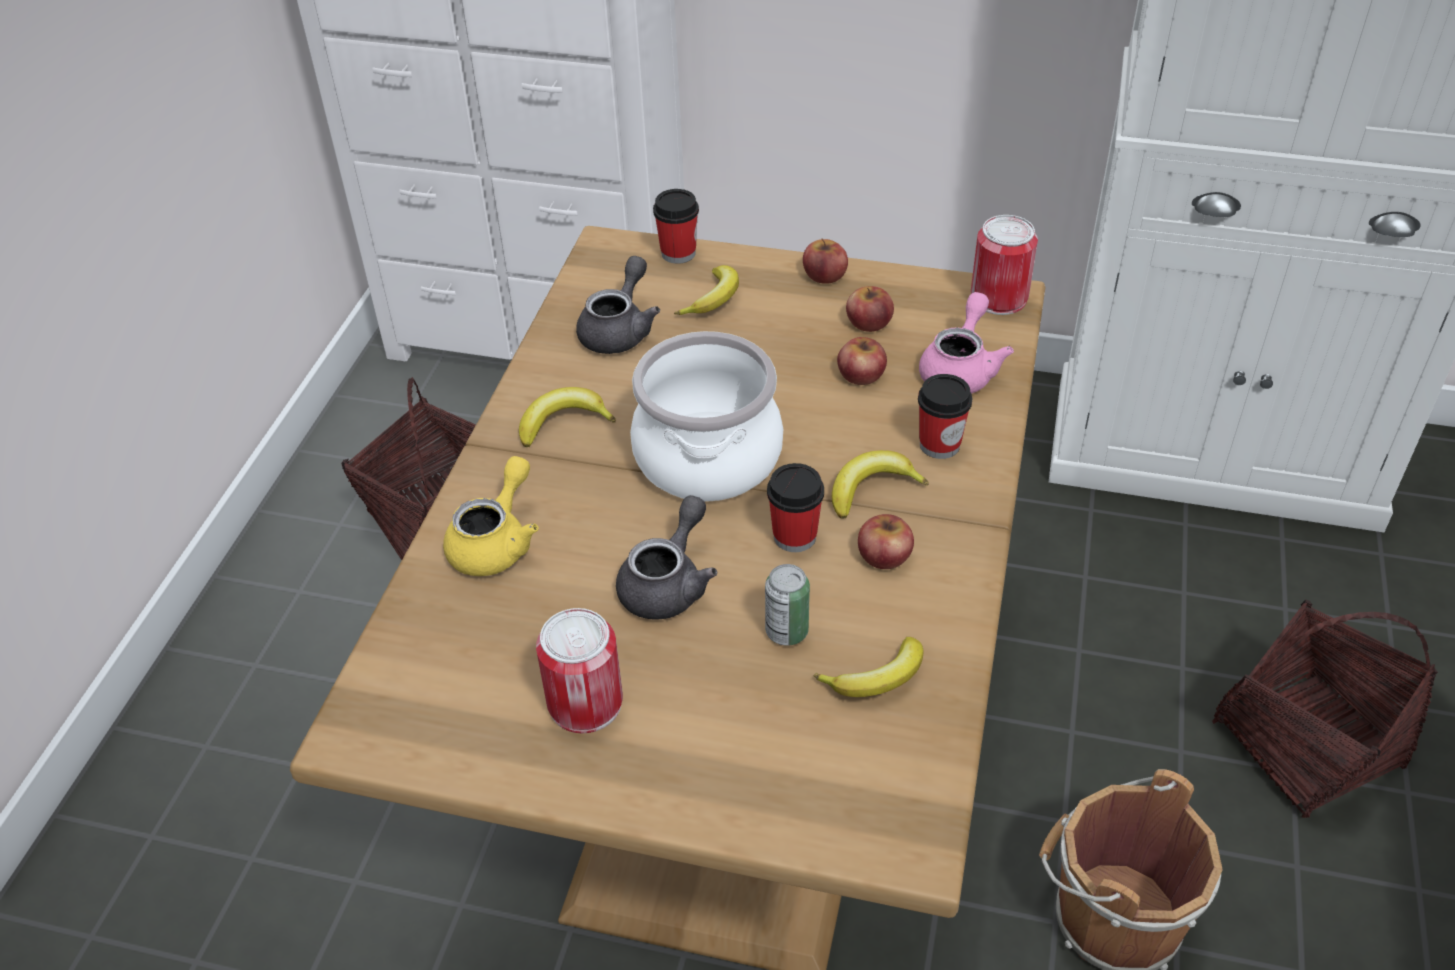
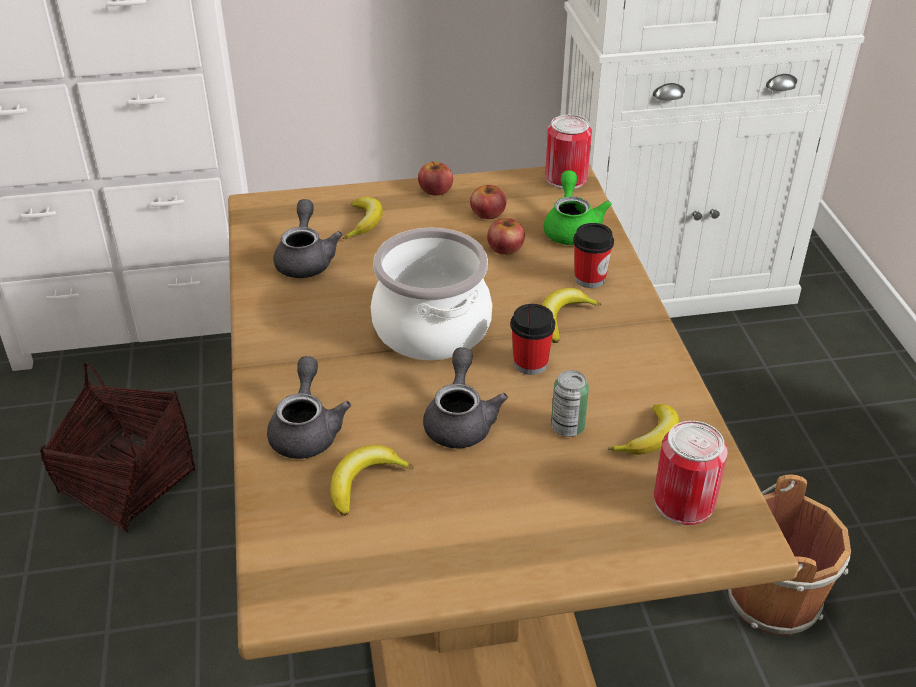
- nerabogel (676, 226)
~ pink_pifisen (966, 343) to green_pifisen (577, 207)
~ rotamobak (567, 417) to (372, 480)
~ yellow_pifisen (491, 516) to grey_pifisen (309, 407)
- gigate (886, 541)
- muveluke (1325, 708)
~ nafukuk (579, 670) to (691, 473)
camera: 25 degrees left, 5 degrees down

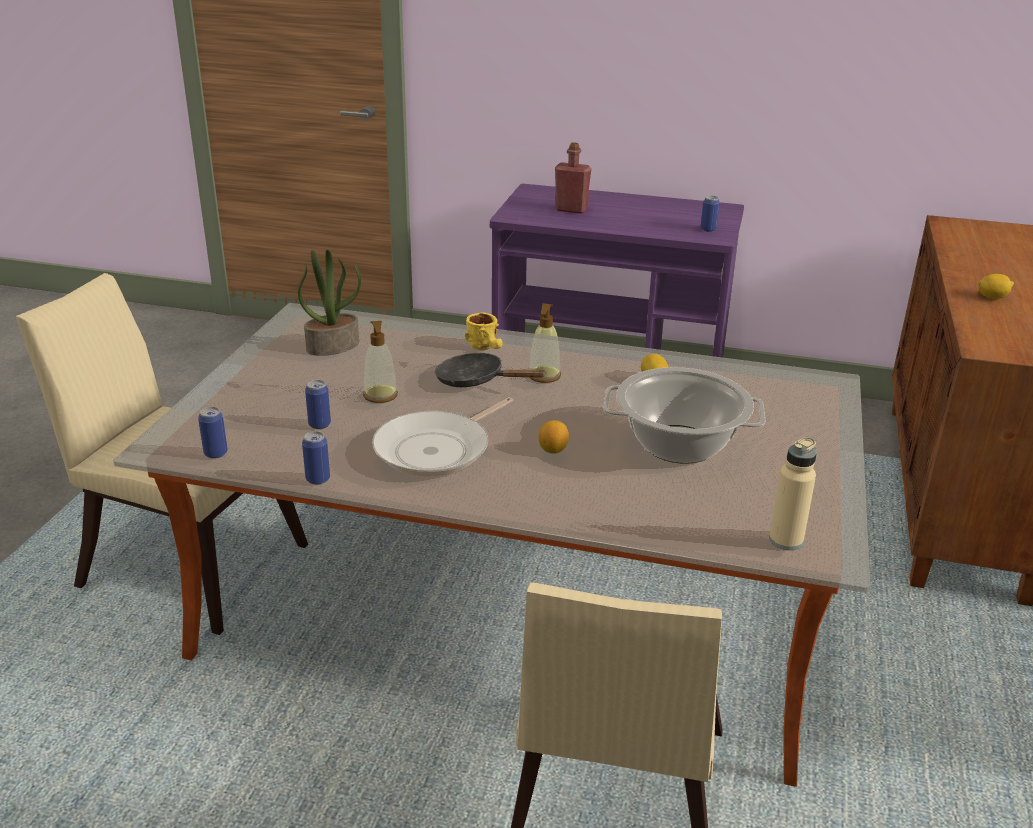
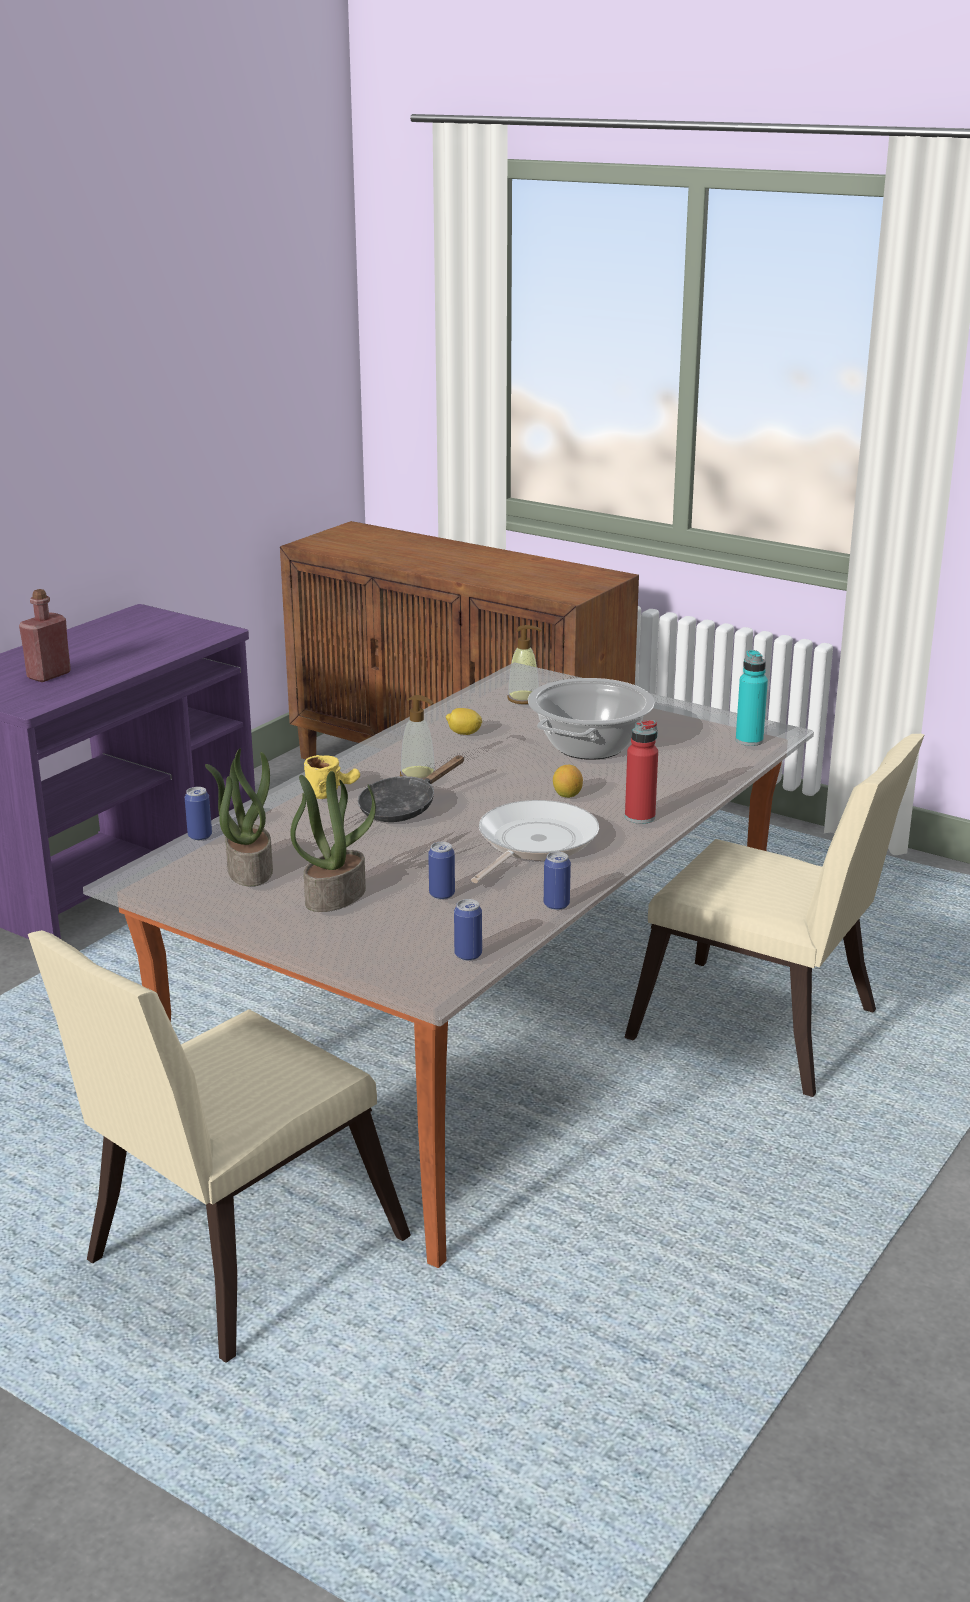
~ nafukuk (710, 213) to (198, 814)
- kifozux (996, 286)
~ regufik (380, 362) to (524, 664)
~ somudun (442, 437) = (535, 841) 120 degrees counterclockwise
~ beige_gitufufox (793, 493) to turquoise_gitufufox (752, 698)
+ red_gitufufox (641, 772)
+ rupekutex (333, 841)
camera: 70 degrees left, 5 degrees down

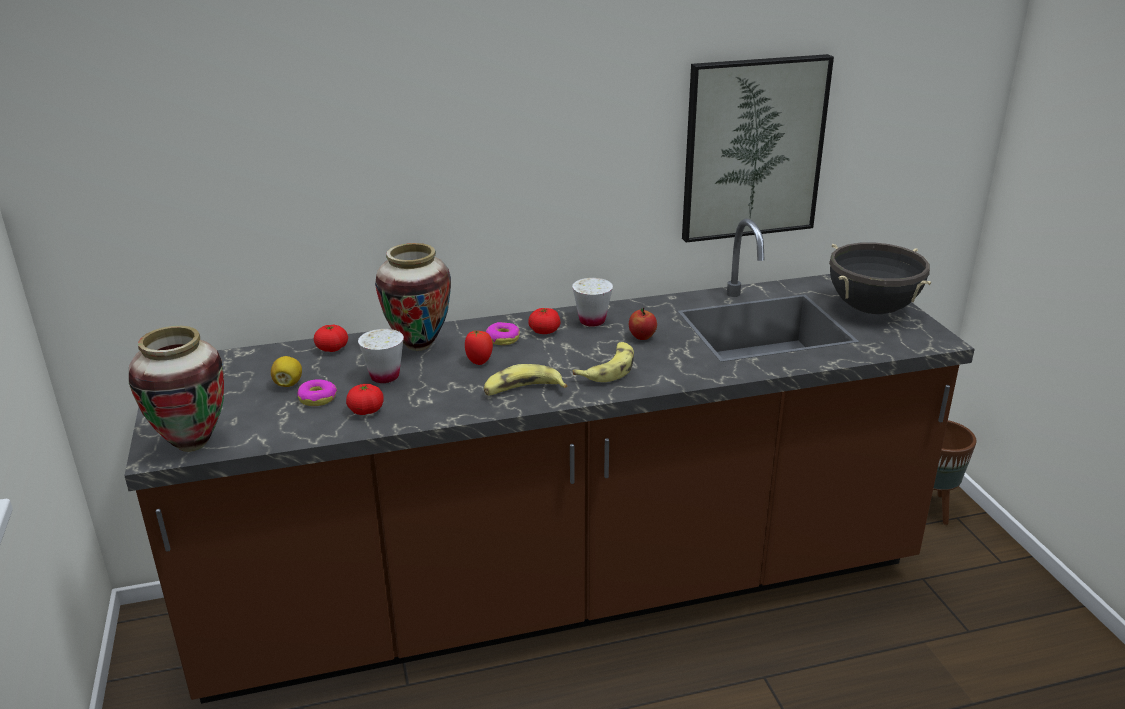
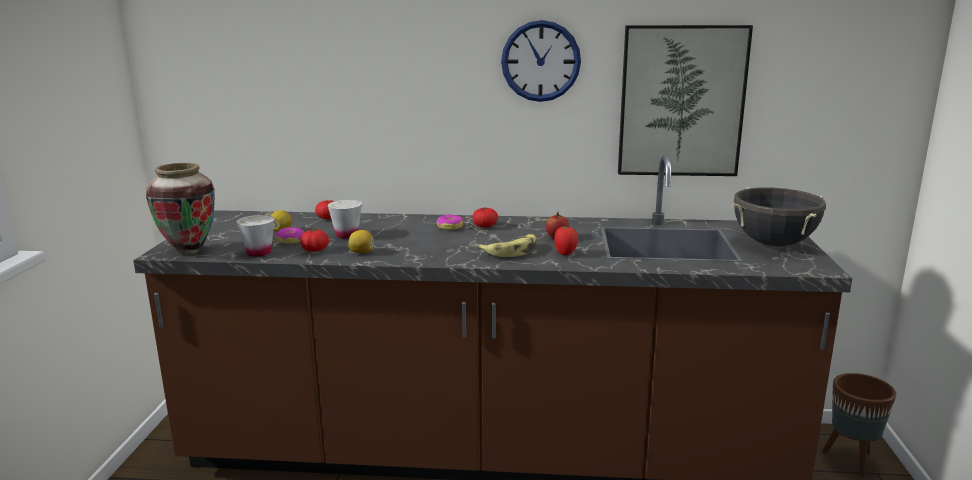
- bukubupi (413, 297)
~ white_nerabogel (592, 302) to (255, 236)
~ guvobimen (479, 347) to (566, 241)
- rotamobak (525, 379)
+ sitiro (541, 61)
+ kifozux (361, 242)
camera: 20 degrees right, 10 degrees down

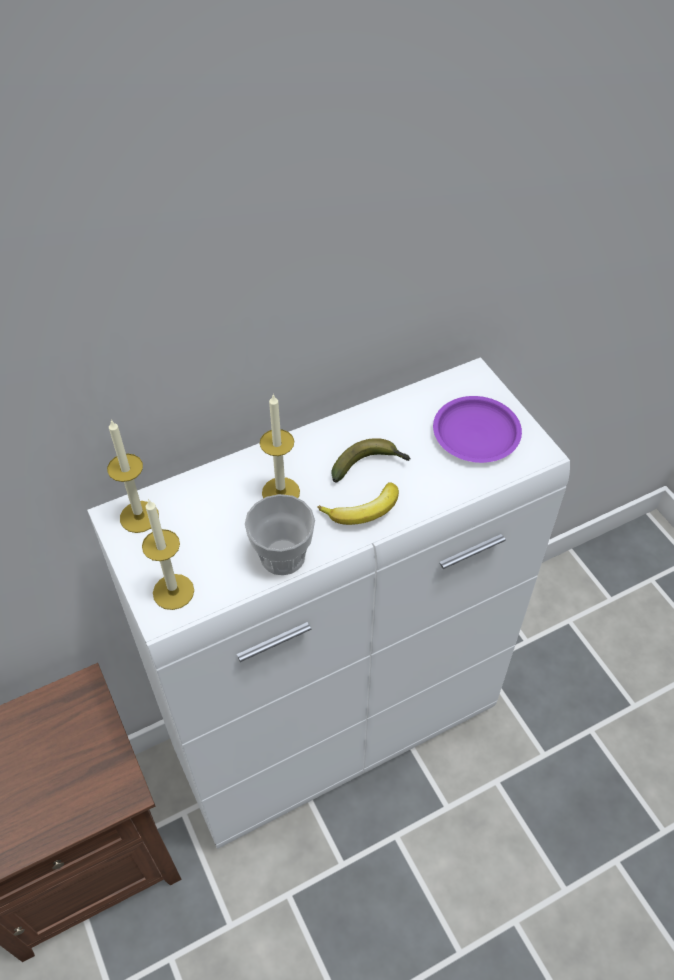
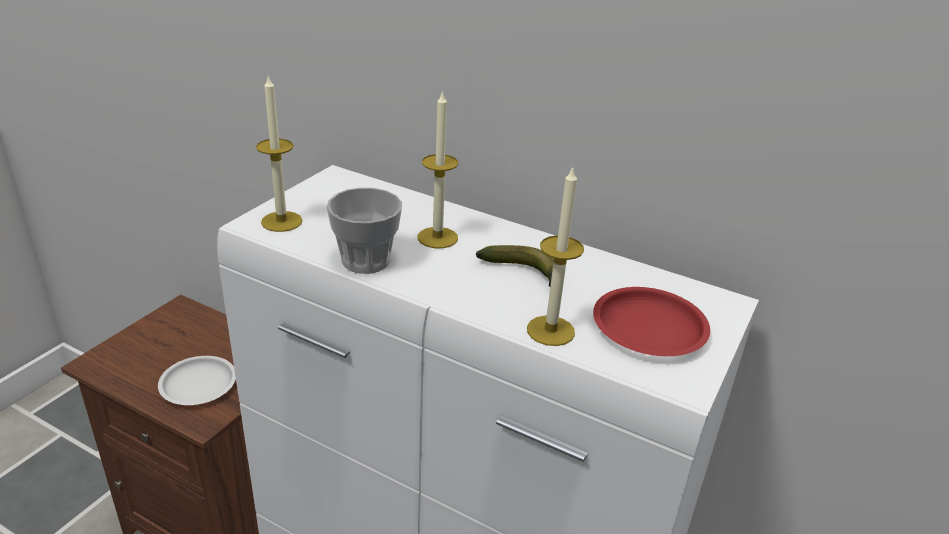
~ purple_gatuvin (477, 429) to red_gatuvin (651, 321)
~ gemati (133, 476) to (555, 256)
- rotamobak (358, 503)
+ white_gatuvin (197, 380)
camera: 55 degrees right, 20 degrees down

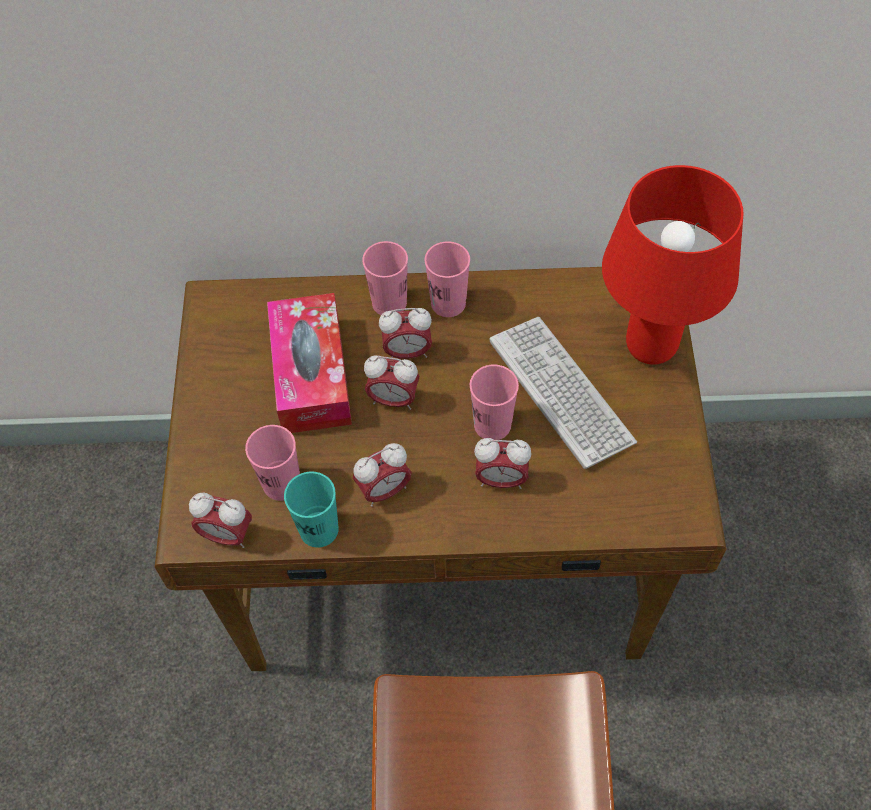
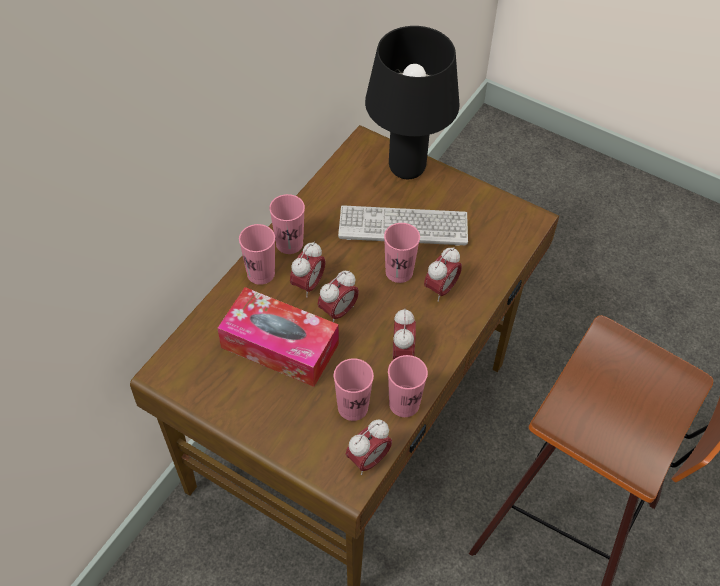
~ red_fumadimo (672, 264) to black_fumadimo (412, 102)
~ turquoise_nerabogel (311, 510) to pink_nerabogel (408, 386)
camera: 60 degrees left, 5 degrees down

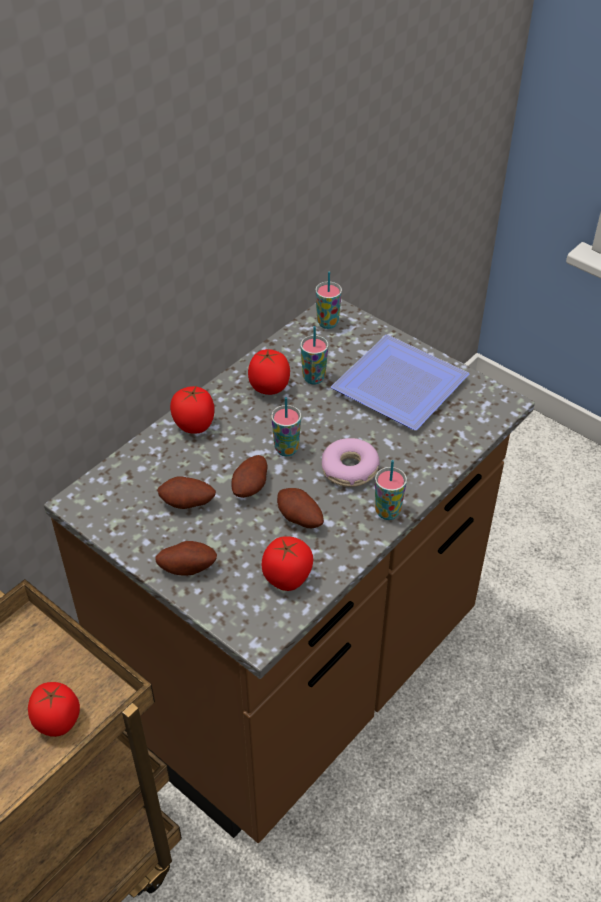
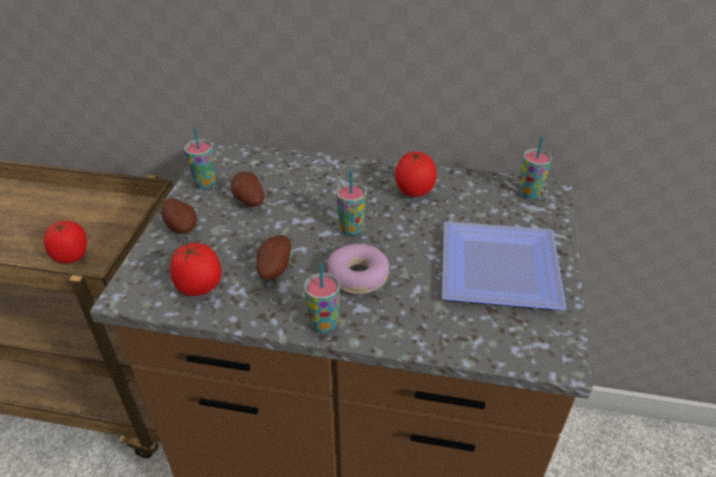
~ nerabogel (314, 355) to (200, 158)
- guvobimen (192, 410)
- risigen (250, 476)
camera: 60 degrees right, 5 degrees down

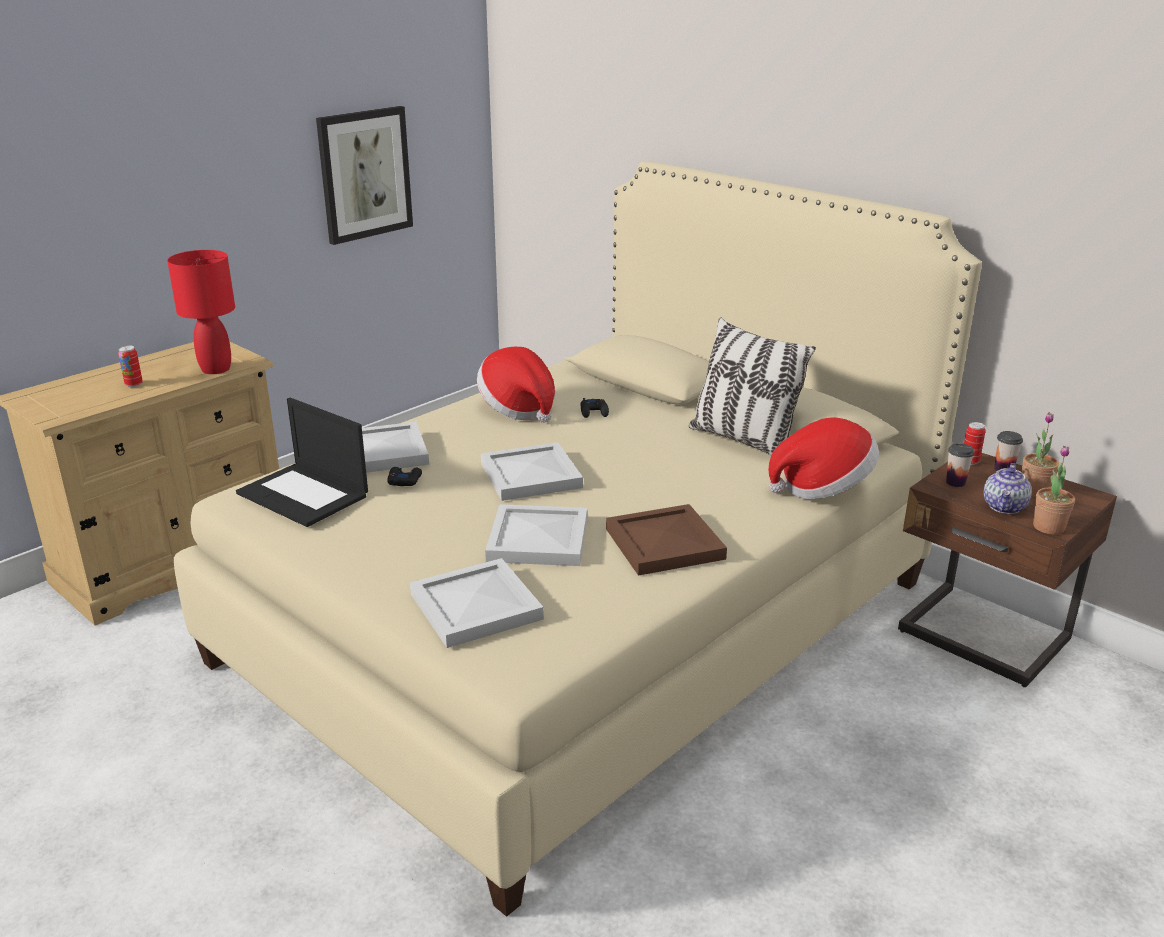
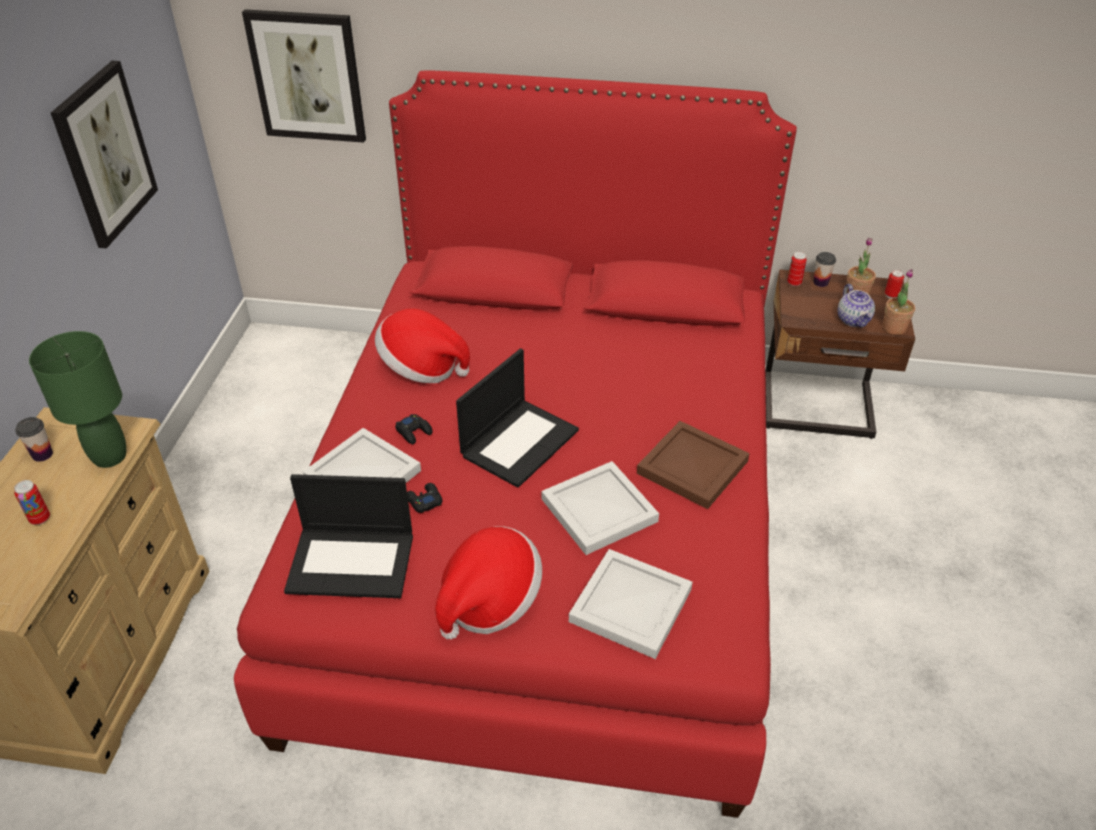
~ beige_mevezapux (578, 539) to red_mevezapux (515, 444)
~ red_fumadimo (201, 312) to green_fumadimo (77, 399)
- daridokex (752, 386)
~ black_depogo (594, 408) to (414, 429)
~ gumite (824, 458) to (488, 583)
~ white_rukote (532, 471) to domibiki (517, 418)
~ nerabogel (960, 465) to (34, 439)
+ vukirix (304, 76)
+ nafukuk (894, 284)
camera: 35 degrees left, 15 degrees up

